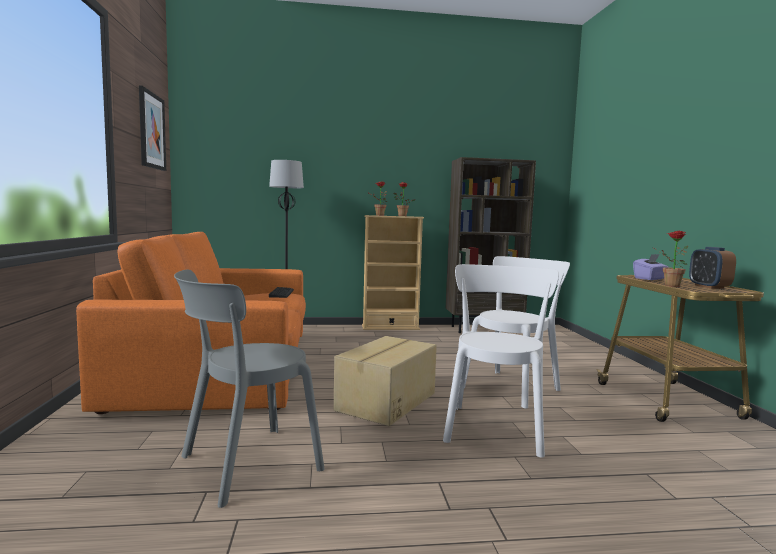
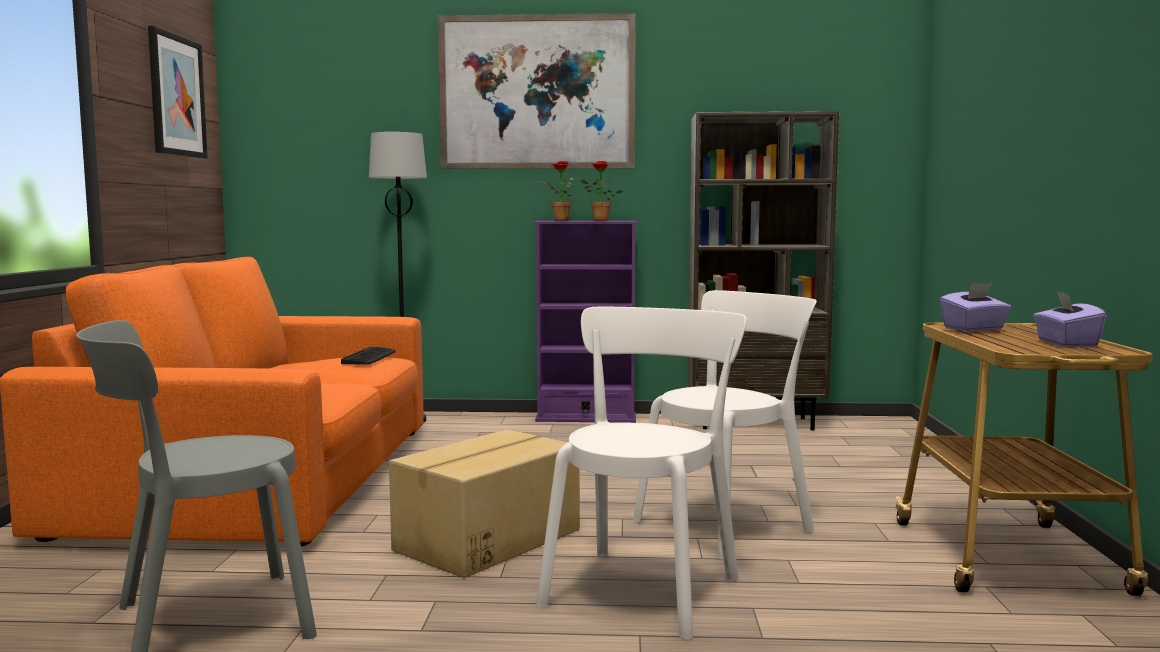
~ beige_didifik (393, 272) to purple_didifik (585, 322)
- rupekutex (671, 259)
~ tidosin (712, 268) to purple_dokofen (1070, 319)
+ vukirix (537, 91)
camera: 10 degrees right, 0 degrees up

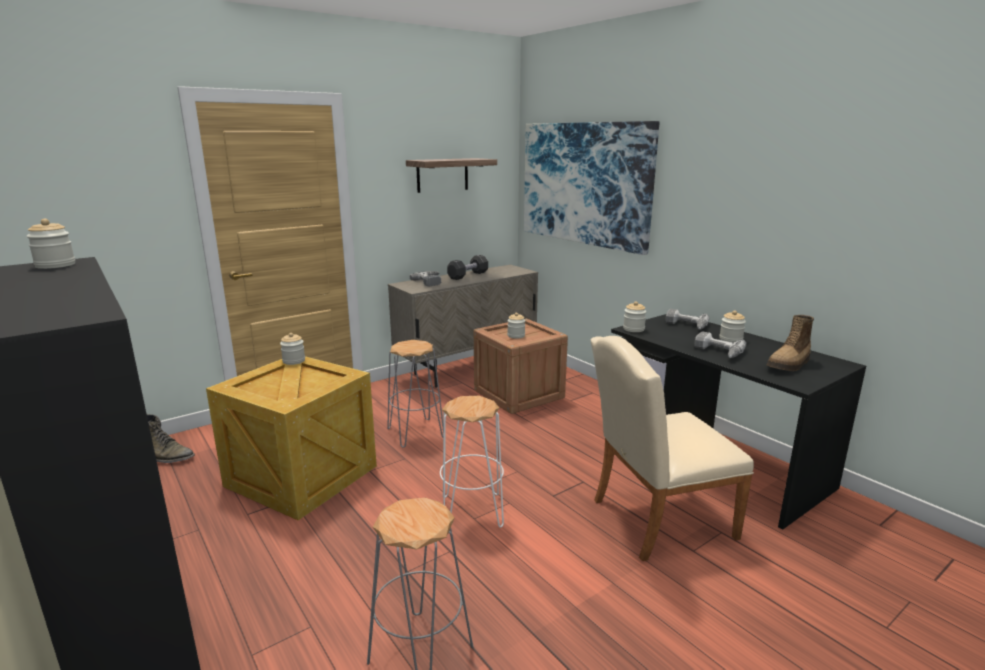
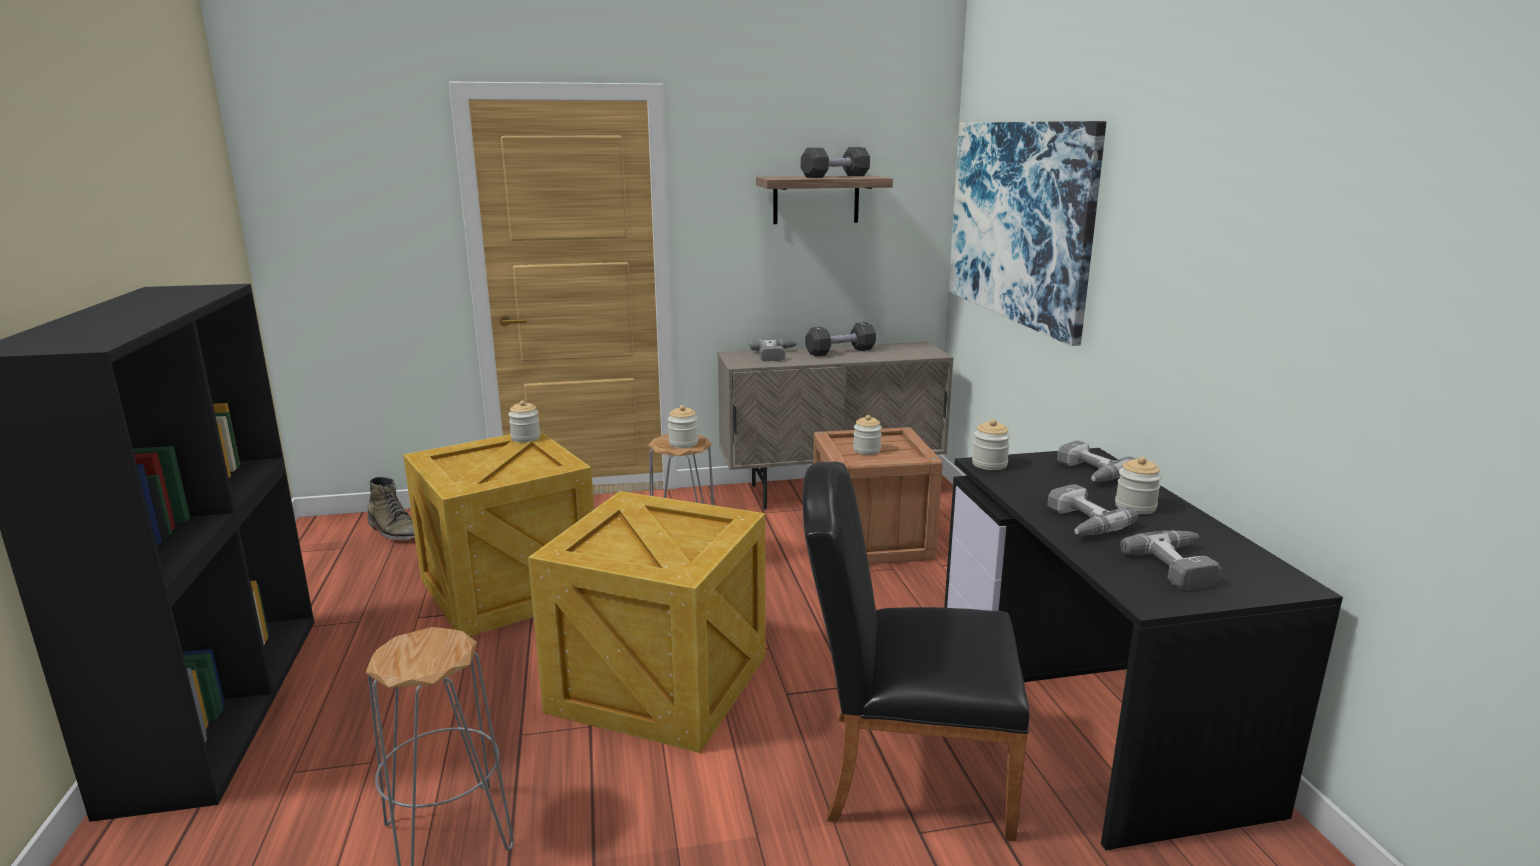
~ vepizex (50, 244) to (683, 426)
~ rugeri (790, 343) to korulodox (1170, 560)
~ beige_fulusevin (672, 448) to black_fulusevin (916, 652)
~ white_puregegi (472, 462) to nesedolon (647, 622)
+ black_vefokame (835, 162)
camera: 25 degrees right, 0 degrees up

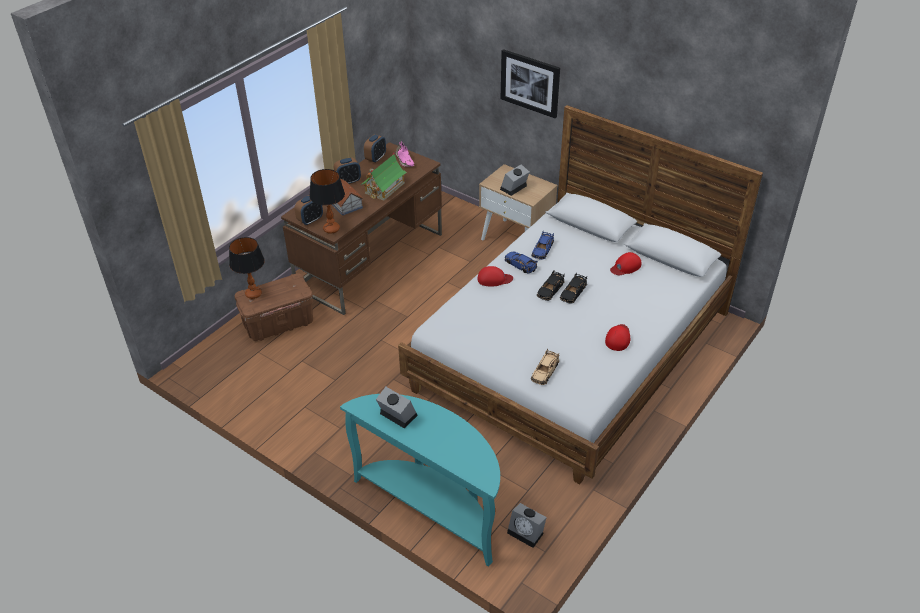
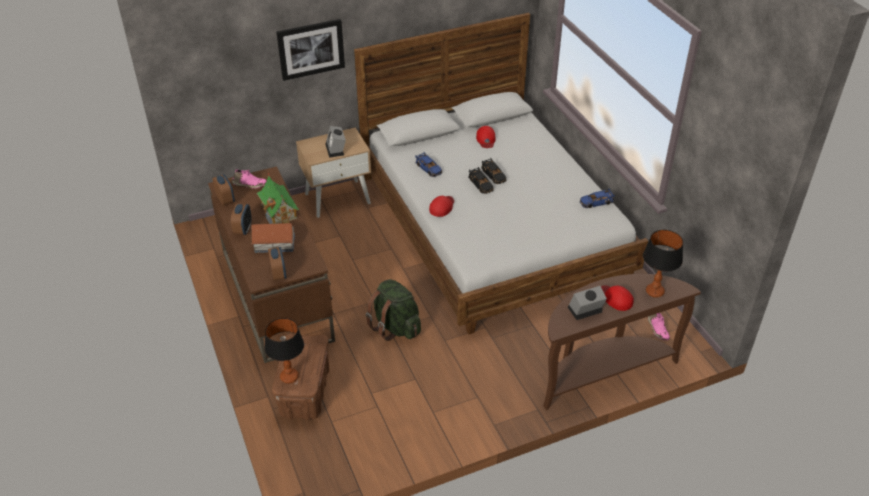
~ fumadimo (327, 201) to (663, 264)
~ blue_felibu (521, 262) to (597, 198)
~ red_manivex (617, 337) to (617, 298)
- beige_felibu (545, 367)
~ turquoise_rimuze (420, 480) to brown_rimuze (622, 342)
~ tidosin (527, 525) to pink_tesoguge (659, 326)
+ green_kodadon (393, 310)
camera: 60 degrees left, 0 degrees up

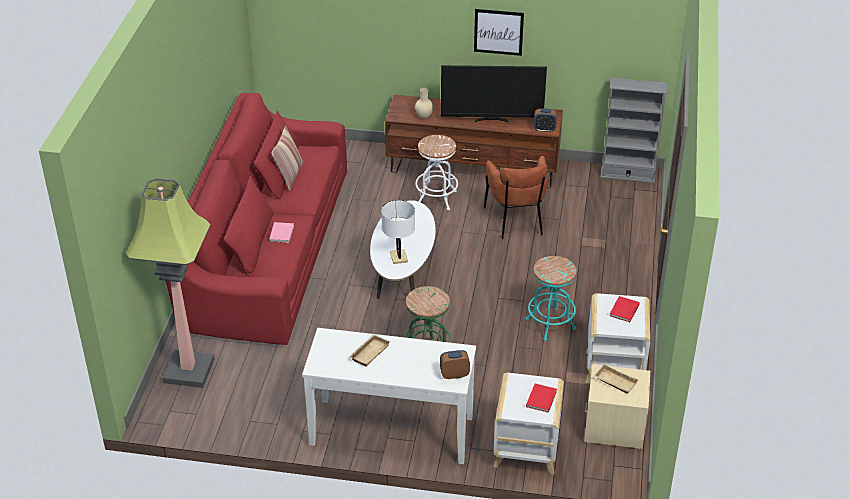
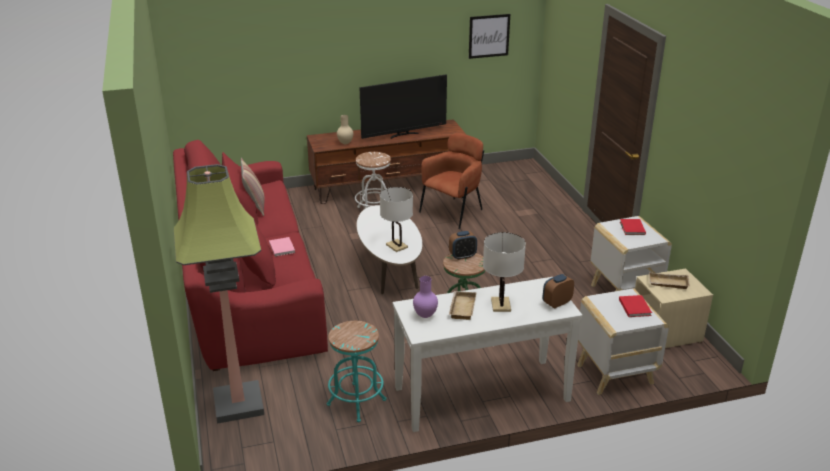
~ vukirix (499, 32) to (489, 36)
- grey_didifik (634, 130)
~ tidosin (545, 120) to (463, 245)
~ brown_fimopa (516, 197) = (451, 181) 105 degrees counterclockwise
~ turquoise_puregegi (551, 298) to (356, 371)
+ white_fumadimo (504, 272)
+ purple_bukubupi (425, 297)
camera: 25 degrees left, 10 degrees down

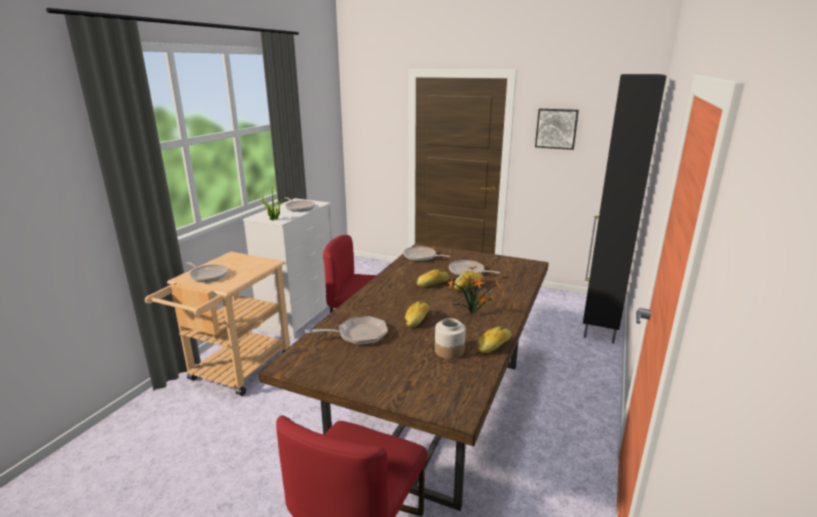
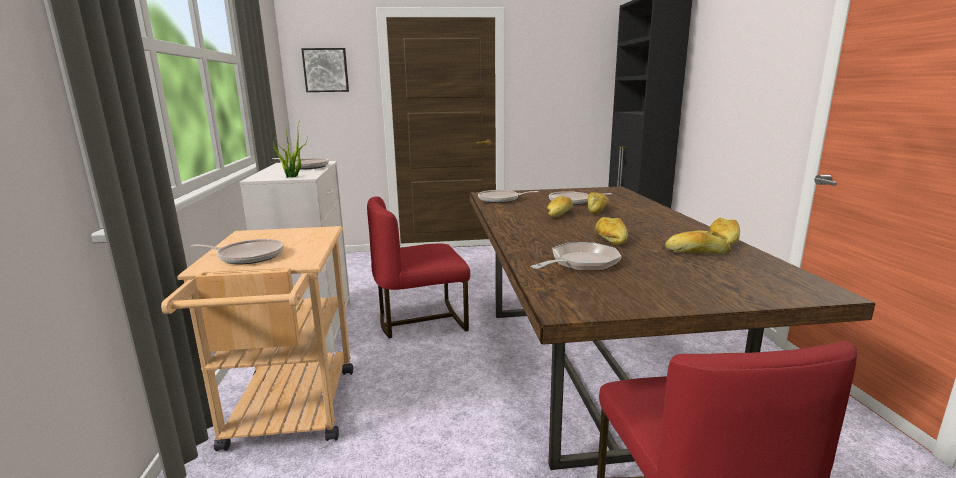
~ vukirix (557, 129) to (325, 70)
- rupekutex (473, 290)
~ vepizex (450, 338) to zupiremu (698, 242)
camera: 30 degrees left, 5 degrees down

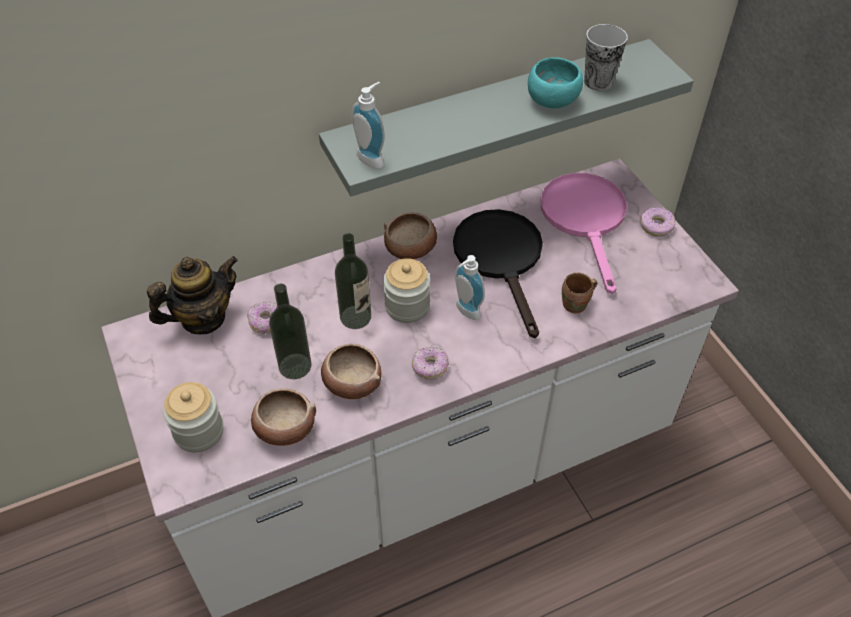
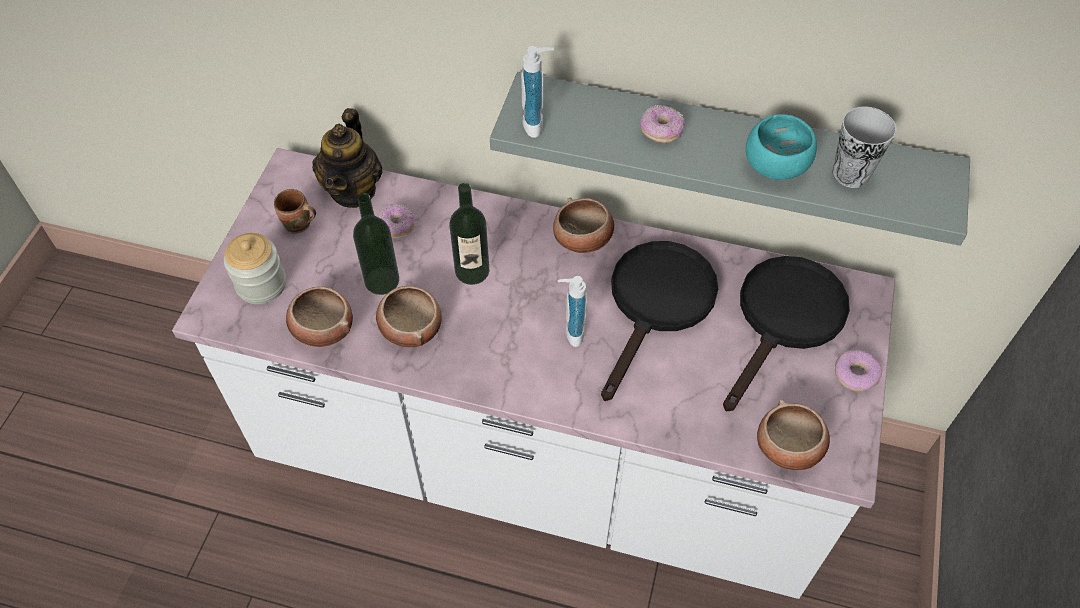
~ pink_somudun (583, 233) to black_somudun (786, 333)
~ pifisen (192, 295) = (347, 158) 90 degrees clockwise
- vepizex (406, 290)
~ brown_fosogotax (579, 293) to (295, 211)
~ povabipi (430, 363) to (663, 124)
+ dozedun (793, 435)
camera: 40 degrees right, 5 degrees up

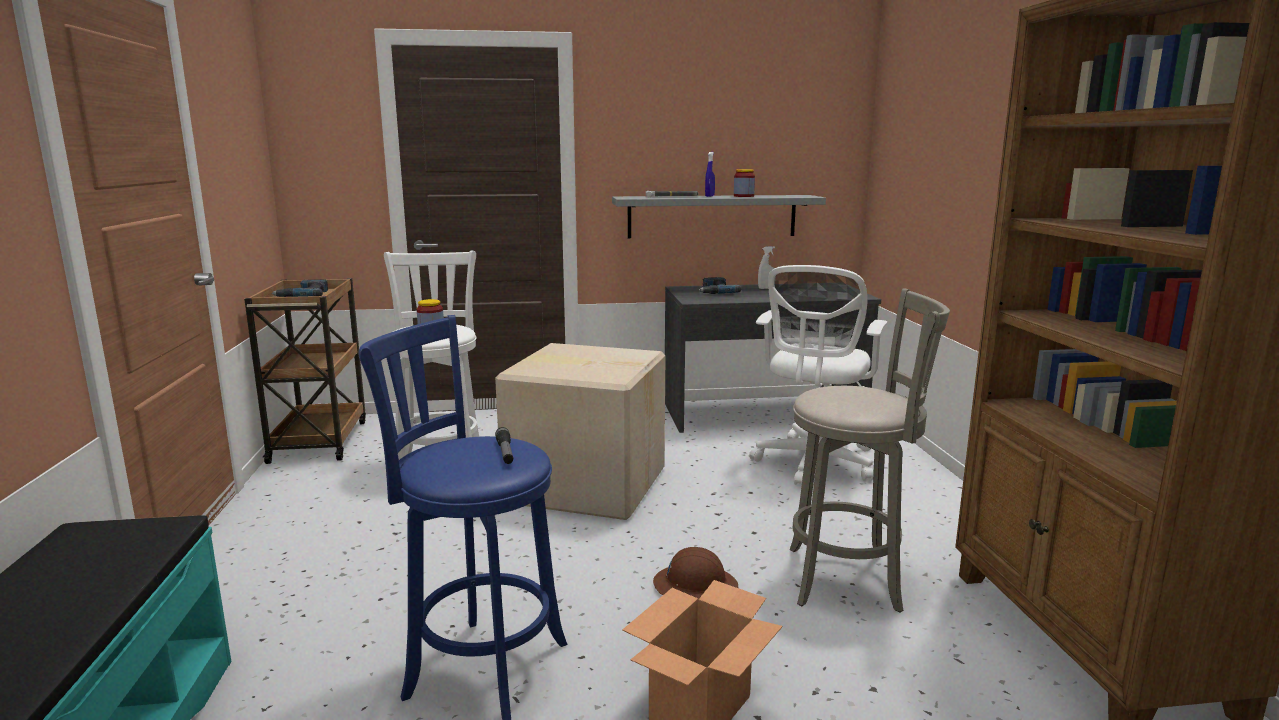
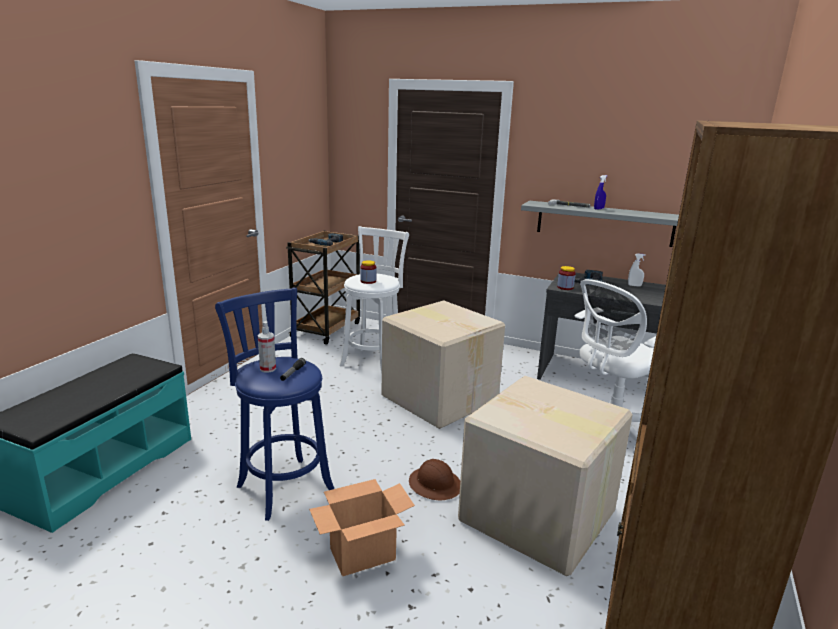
~ vepizex (744, 183) to (566, 278)
~ grey_puregegi (870, 450) to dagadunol (545, 476)
+ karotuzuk (267, 347)
camera: 30 degrees right, 5 degrees up

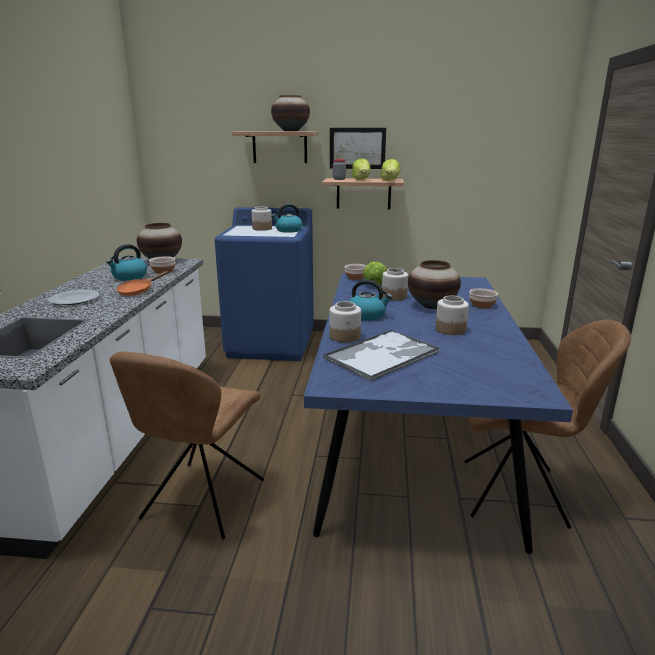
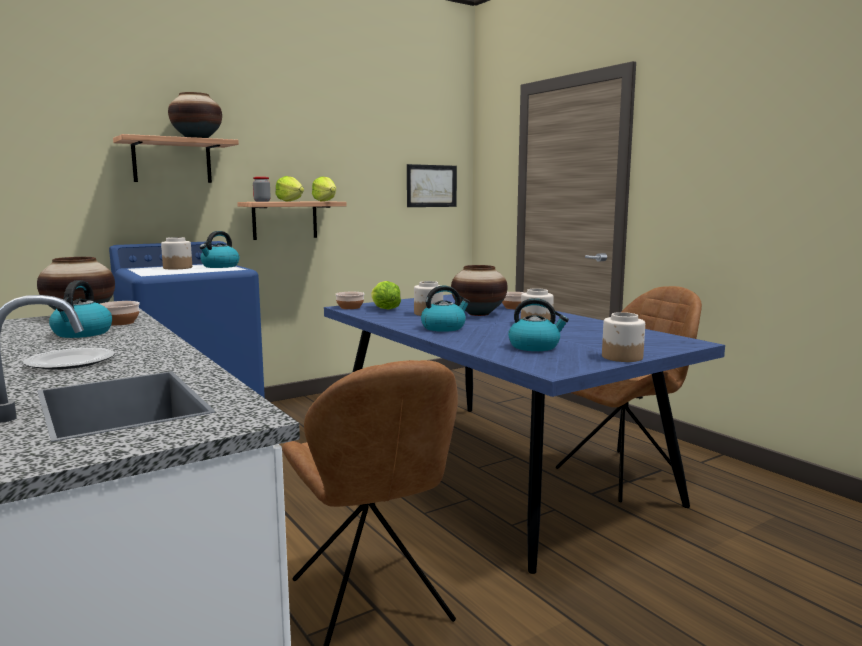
~ vukirix (358, 148) to (432, 185)
- orange_somudun (142, 283)
~ vepizex (345, 321) to (623, 337)
~ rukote (381, 356) to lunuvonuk (538, 324)
camera: 40 degrees left, 10 degrees down

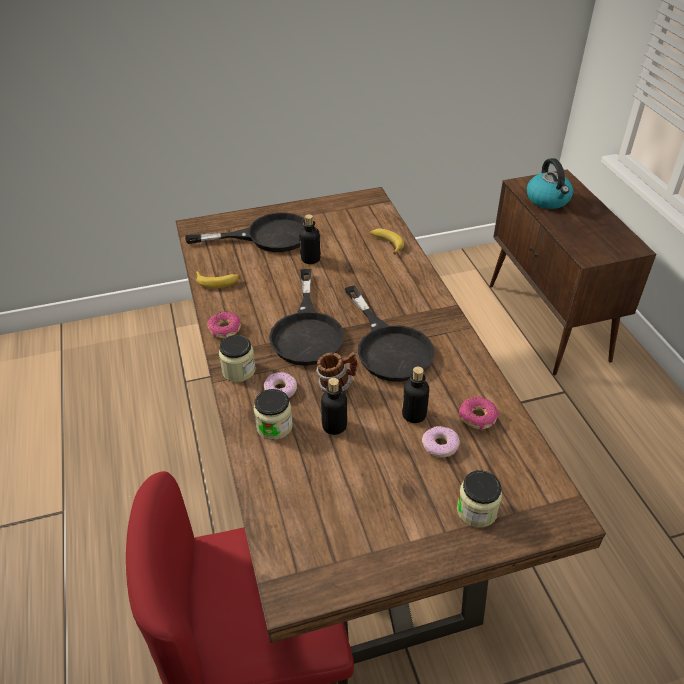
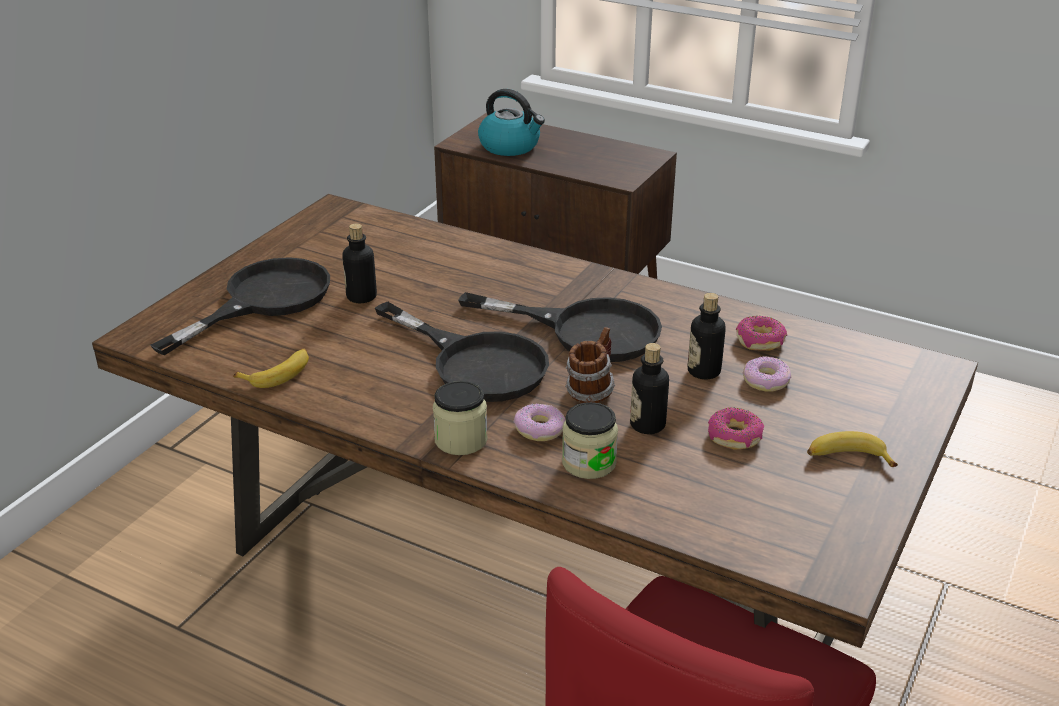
~ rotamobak (387, 242) to (852, 449)
~ povabipi (224, 325) to (736, 428)
- vepizex (479, 499)
camera: 45 degrees left, 10 degrees down

